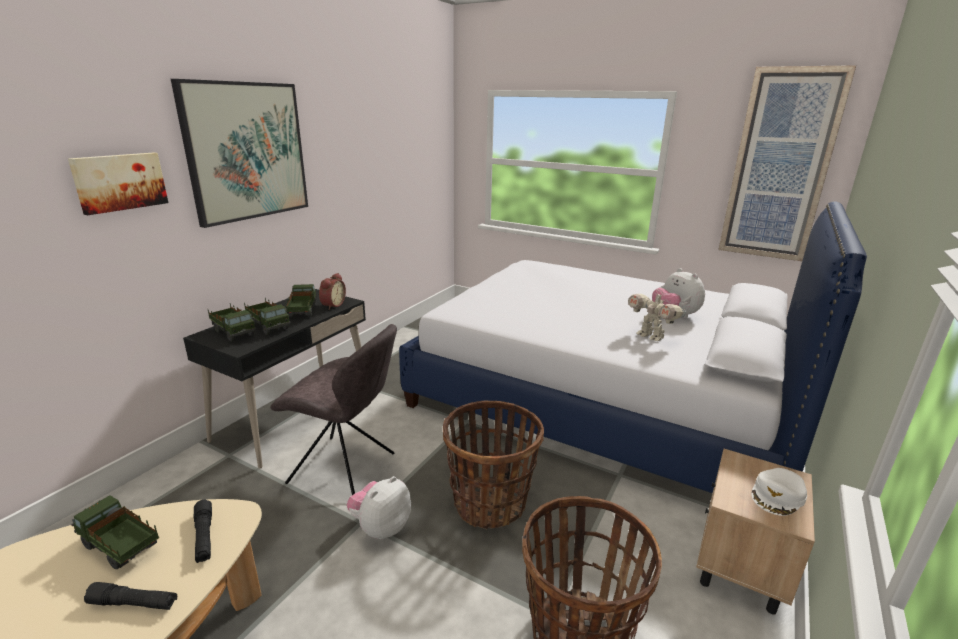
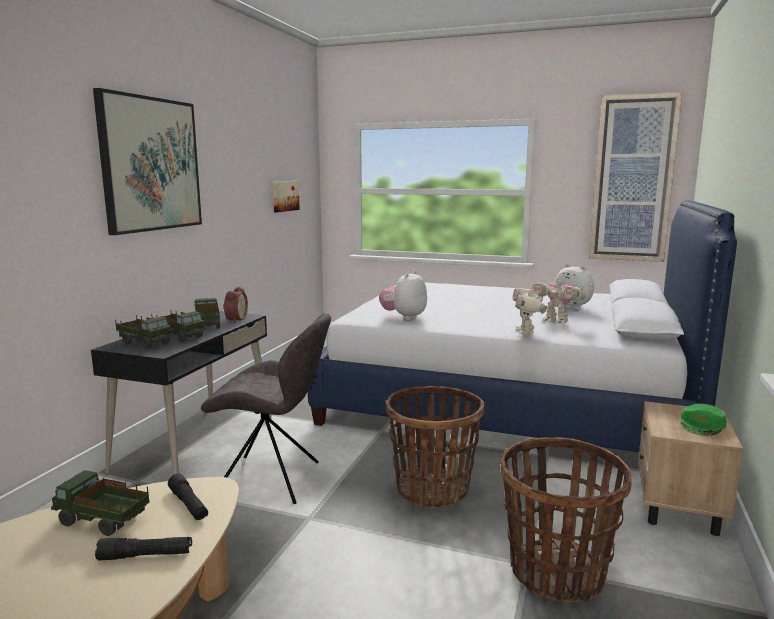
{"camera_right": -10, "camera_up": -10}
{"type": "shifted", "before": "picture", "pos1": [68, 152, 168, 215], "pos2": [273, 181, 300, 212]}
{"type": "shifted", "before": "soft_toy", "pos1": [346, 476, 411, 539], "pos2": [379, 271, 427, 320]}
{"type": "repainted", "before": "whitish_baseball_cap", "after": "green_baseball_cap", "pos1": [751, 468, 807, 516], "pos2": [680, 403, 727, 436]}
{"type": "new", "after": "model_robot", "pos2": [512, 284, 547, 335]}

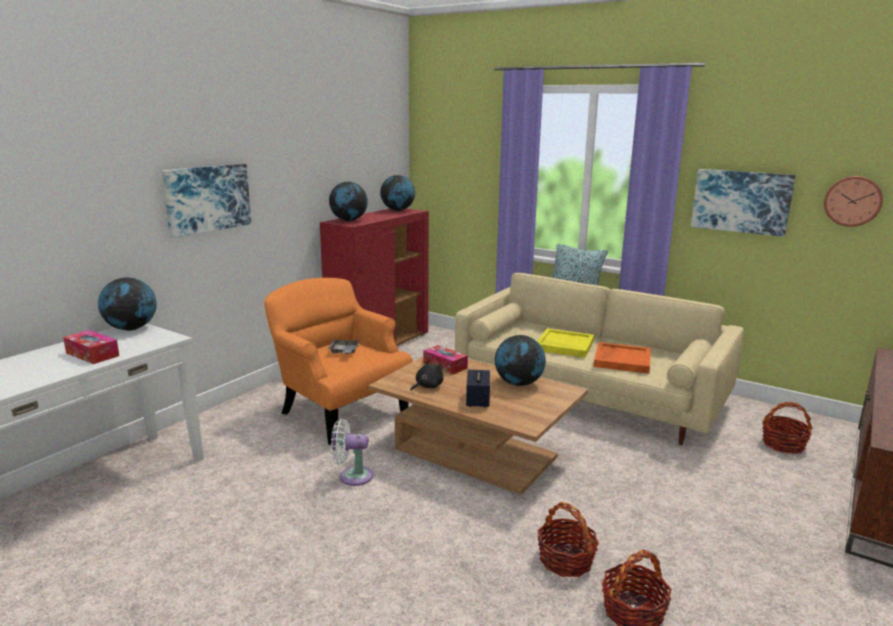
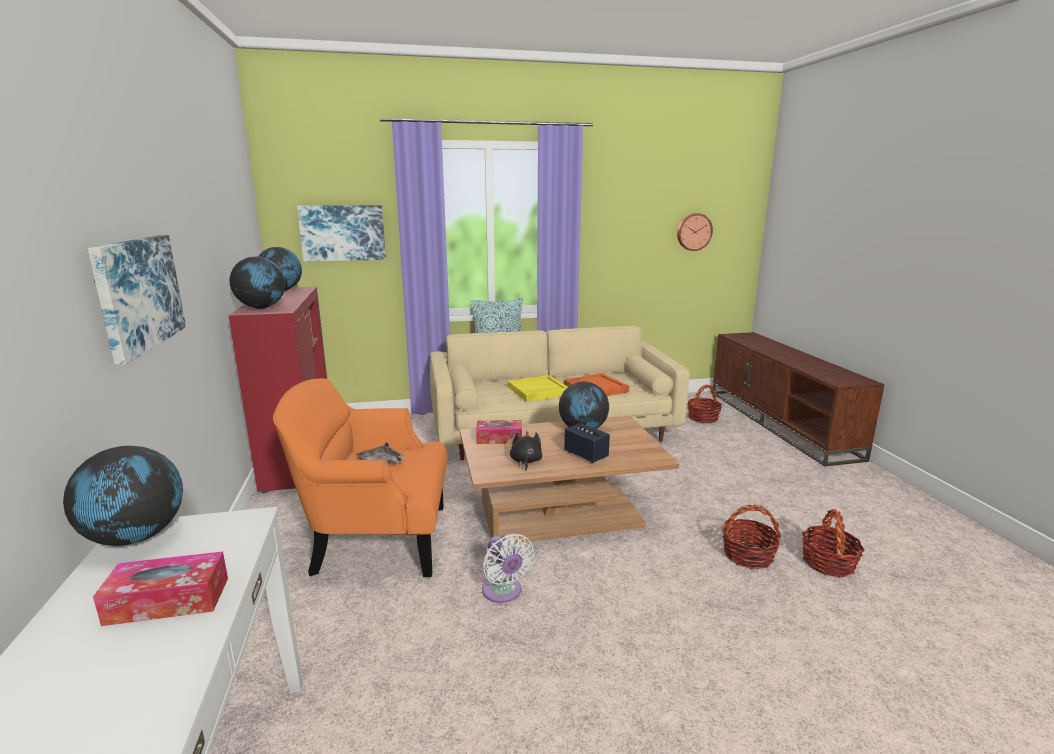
{"camera_right": -45, "camera_up": 0}
{"type": "rotated", "before": "whitish_cooling_fan", "pos1": [331, 419, 373, 486], "pos2": [482, 533, 534, 603], "turn": -75}
{"type": "shifted", "before": "picture", "pos1": [691, 169, 796, 237], "pos2": [297, 205, 386, 261]}

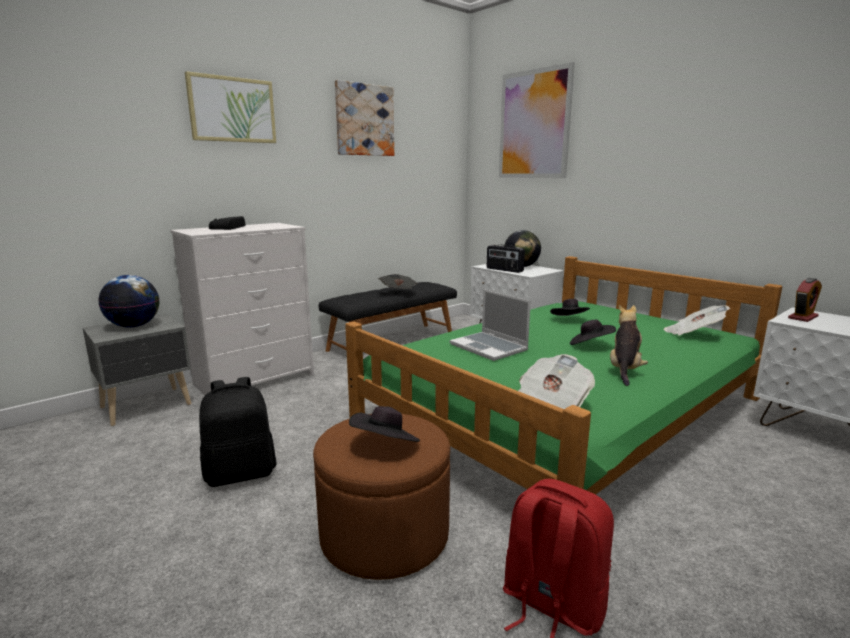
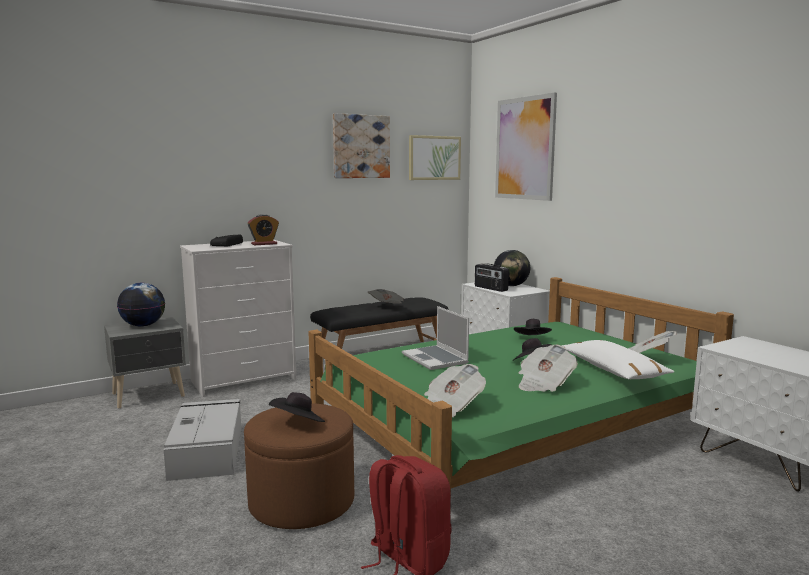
{"camera_right": 10, "camera_up": -5}
{"type": "shifted", "before": "picture", "pos1": [185, 71, 276, 143], "pos2": [409, 135, 461, 180]}
{"type": "swapped", "before": "black-coloured_rucksack", "after": "gray_storage_container", "pos1": [199, 377, 277, 487], "pos2": [164, 399, 241, 481]}
{"type": "swapped", "before": "soft_toy", "after": "daily_paper", "pos1": [610, 305, 648, 386], "pos2": [519, 345, 578, 392]}
{"type": "shifted", "before": "table_clock", "pos1": [788, 278, 822, 322], "pos2": [248, 214, 279, 245]}
{"type": "new", "after": "whitish_throw_pillow", "pos2": [562, 340, 675, 380]}

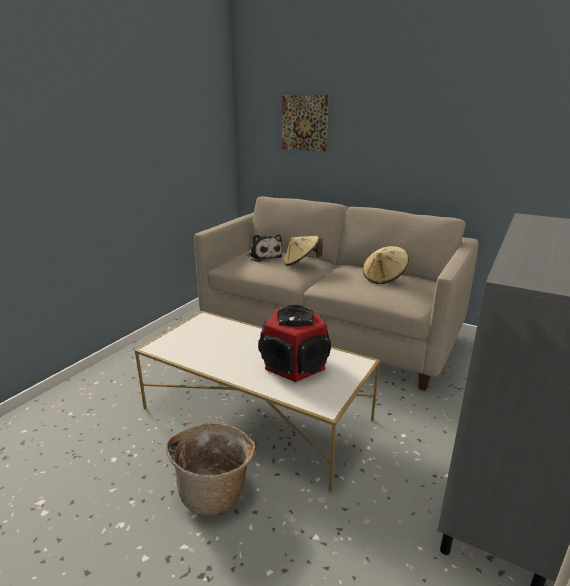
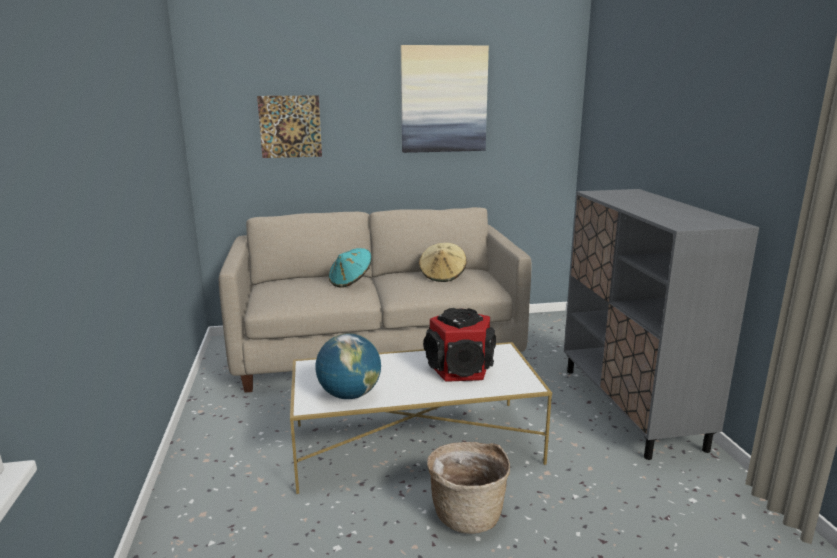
{"camera_right": -40, "camera_up": -5}
{"type": "gone", "before": "soft_toy", "pos1": [248, 234, 283, 262]}
{"type": "repainted", "before": "beige-coloured_clothing_hat", "after": "blue-green_clothing_hat", "pos1": [284, 236, 323, 266], "pos2": [328, 248, 372, 288]}
{"type": "new", "after": "desk_globe", "pos2": [315, 333, 381, 399]}
{"type": "new", "after": "picture", "pos2": [401, 45, 489, 153]}

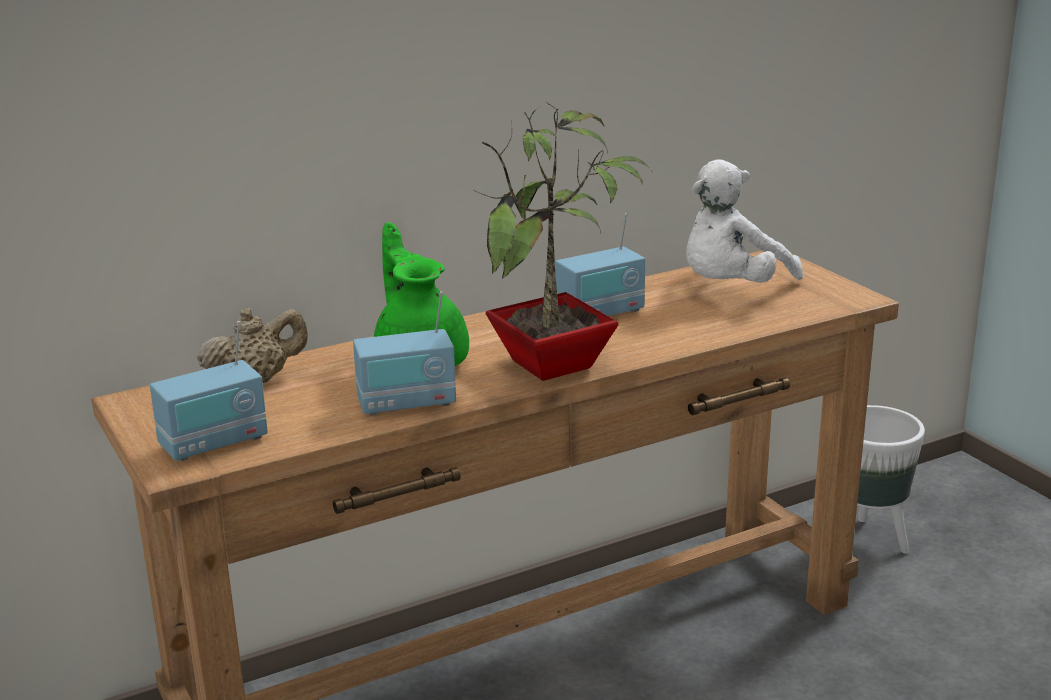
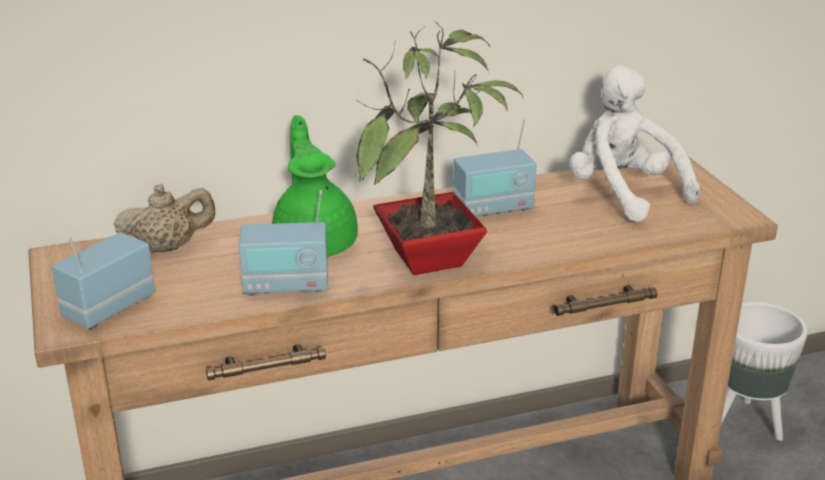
{"camera_right": 10, "camera_up": 5}
{"type": "rotated", "before": "radio_set", "pos1": [150, 321, 268, 461], "pos2": [52, 232, 155, 329], "turn": 150}
{"type": "rotated", "before": "whitish_soft_toy", "pos1": [686, 160, 803, 283], "pos2": [569, 66, 700, 222], "turn": 90}

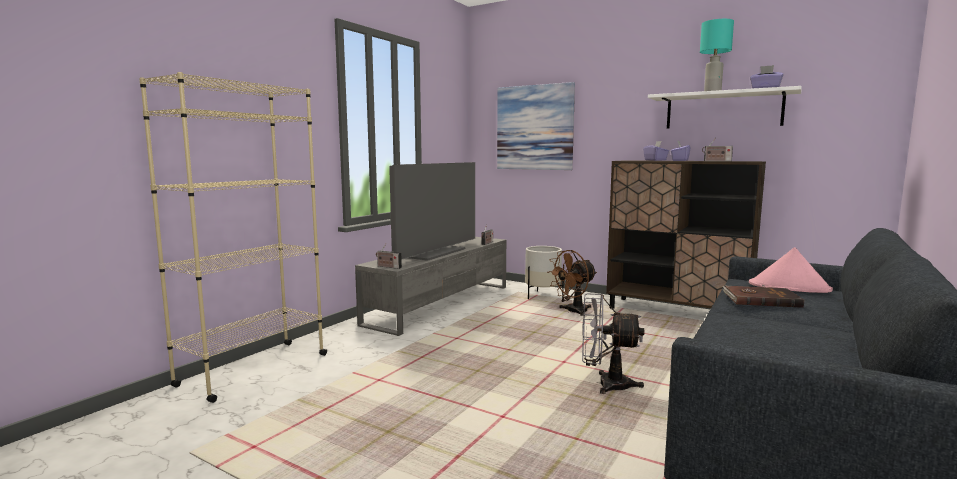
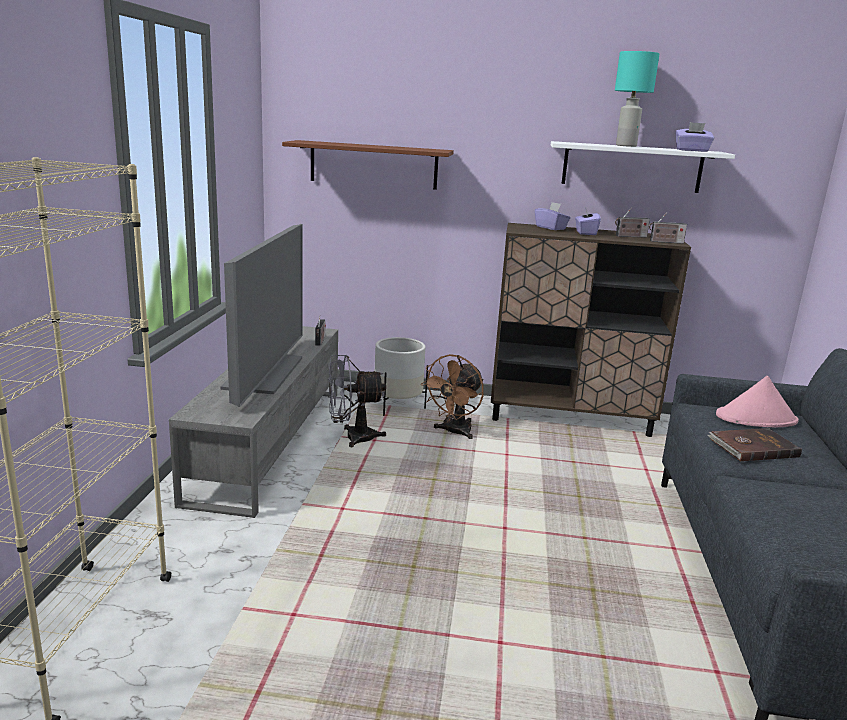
{"camera_right": -25, "camera_up": 10}
{"type": "shifted", "before": "radio_set", "pos1": [376, 243, 402, 269], "pos2": [649, 212, 687, 244]}
{"type": "swapped", "before": "picture", "after": "brown_shelf", "pos1": [497, 82, 575, 170], "pos2": [282, 140, 454, 190]}
{"type": "shifted", "before": "gray_cooling_fan", "pos1": [582, 293, 644, 394], "pos2": [328, 355, 386, 447]}

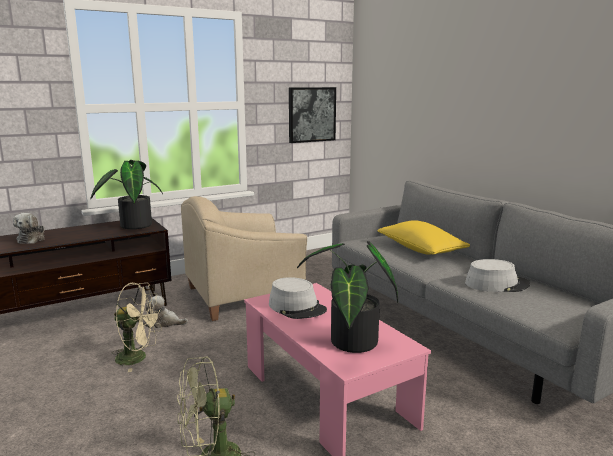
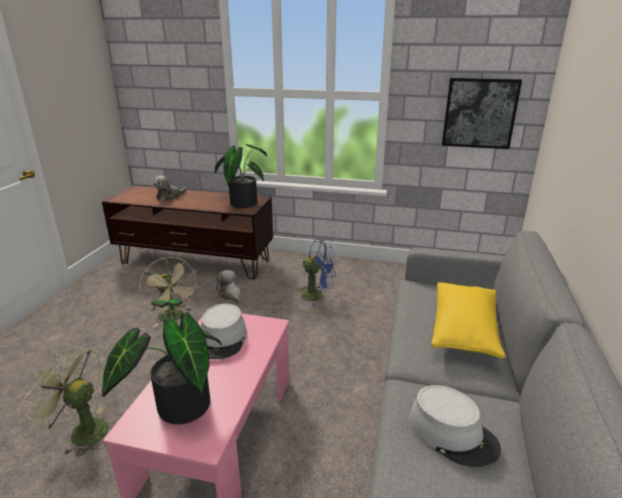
{"camera_right": 45, "camera_up": 10}
{"type": "swapped", "before": "beige-coloured_lounge_chair", "after": "bluish_cooling_fan", "pos1": [181, 196, 307, 321], "pos2": [298, 239, 337, 307]}

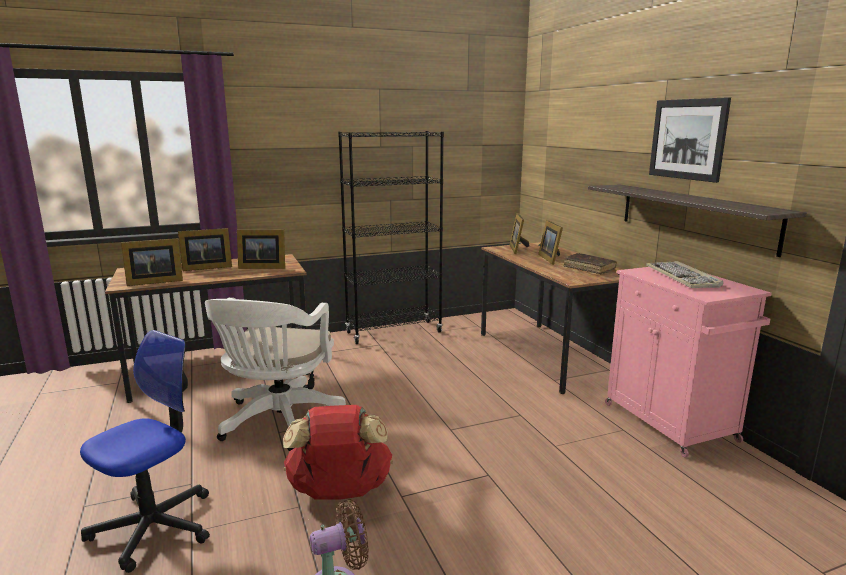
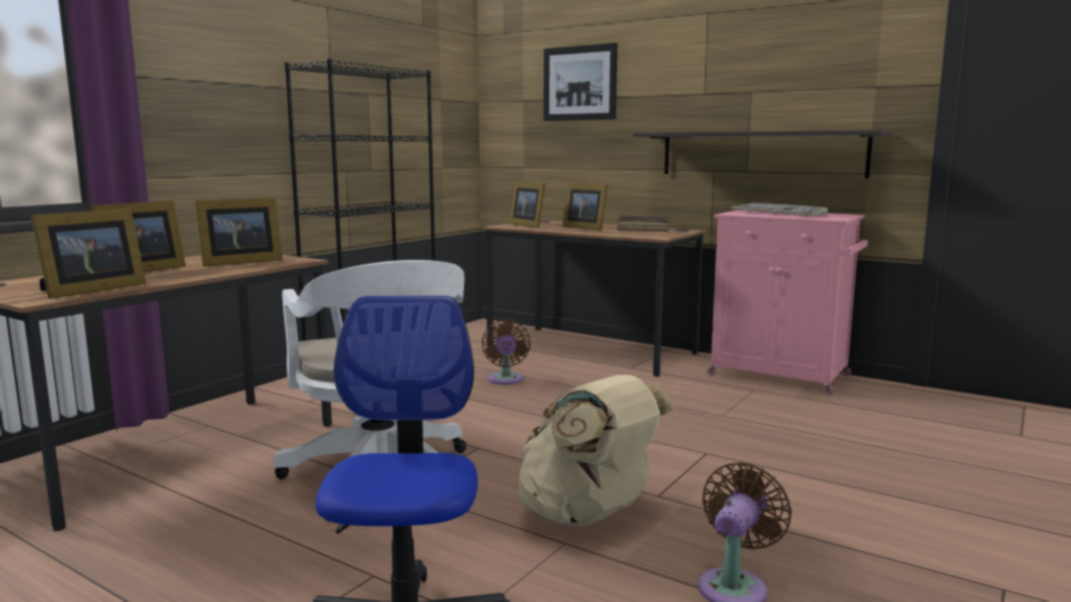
{"camera_right": -35, "camera_up": -5}
{"type": "repainted", "before": "reddish_rucksack", "after": "beige-coloured_rucksack", "pos1": [283, 405, 393, 500], "pos2": [517, 375, 675, 527]}
{"type": "shifted", "before": "picture", "pos1": [649, 97, 731, 183], "pos2": [544, 43, 617, 121]}
{"type": "new", "after": "brown_cooling_fan", "pos2": [482, 319, 531, 385]}

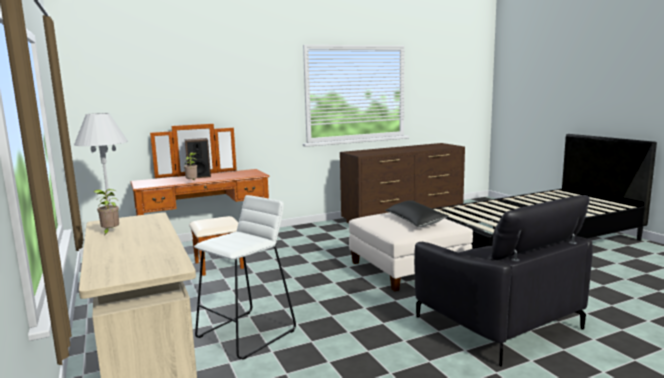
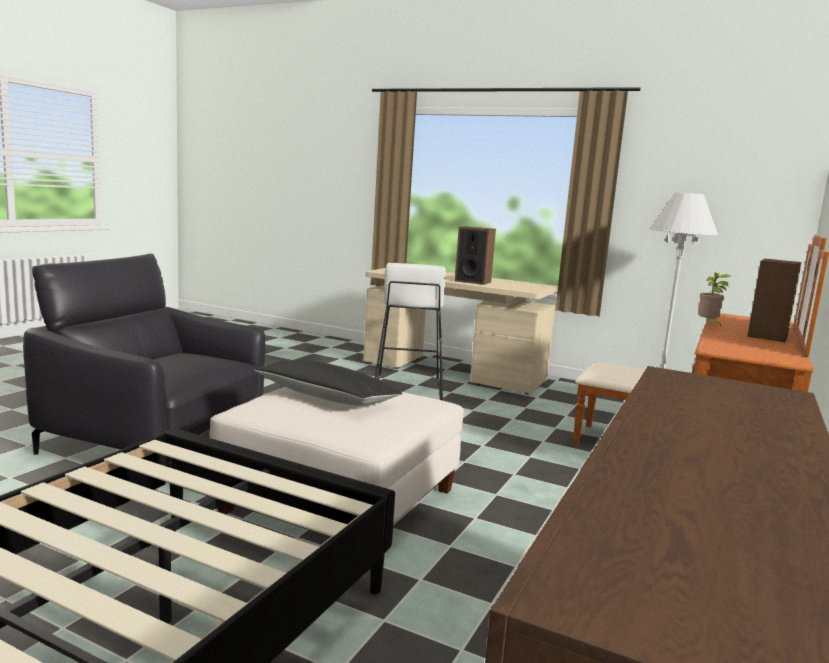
{"camera_right": 140, "camera_up": 0}
{"type": "gone", "before": "plant_in_a_pot", "pos1": [93, 189, 119, 236]}
{"type": "new", "after": "speaker", "pos2": [455, 226, 496, 285]}

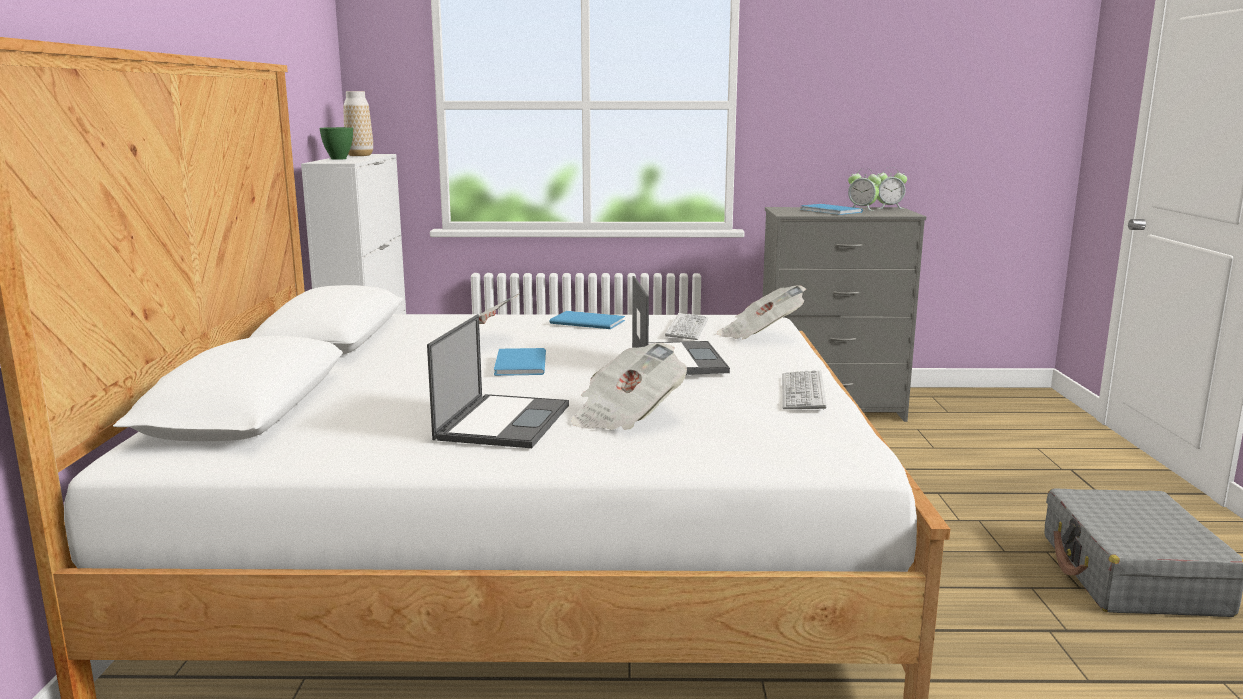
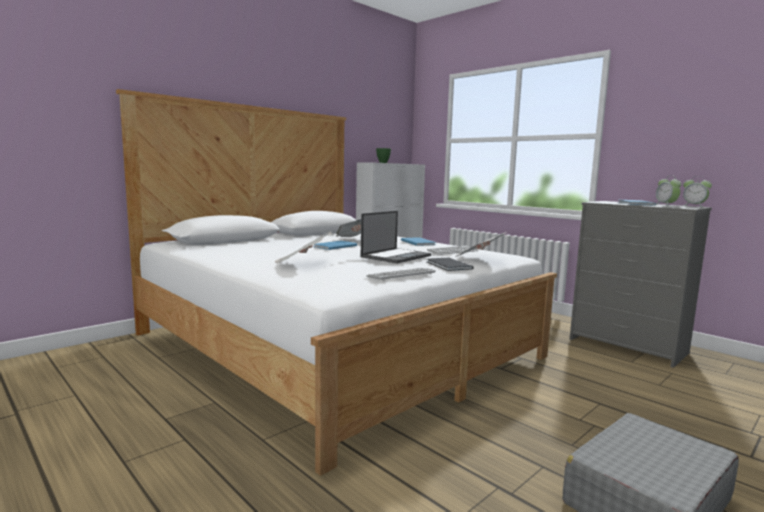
{"camera_right": 45, "camera_up": -5}
{"type": "gone", "before": "flower_vase", "pos1": [344, 91, 373, 156]}
{"type": "gone", "before": "laptop", "pos1": [427, 314, 569, 448]}
{"type": "new", "after": "black-coloured_bound_book", "pos2": [427, 258, 474, 271]}

